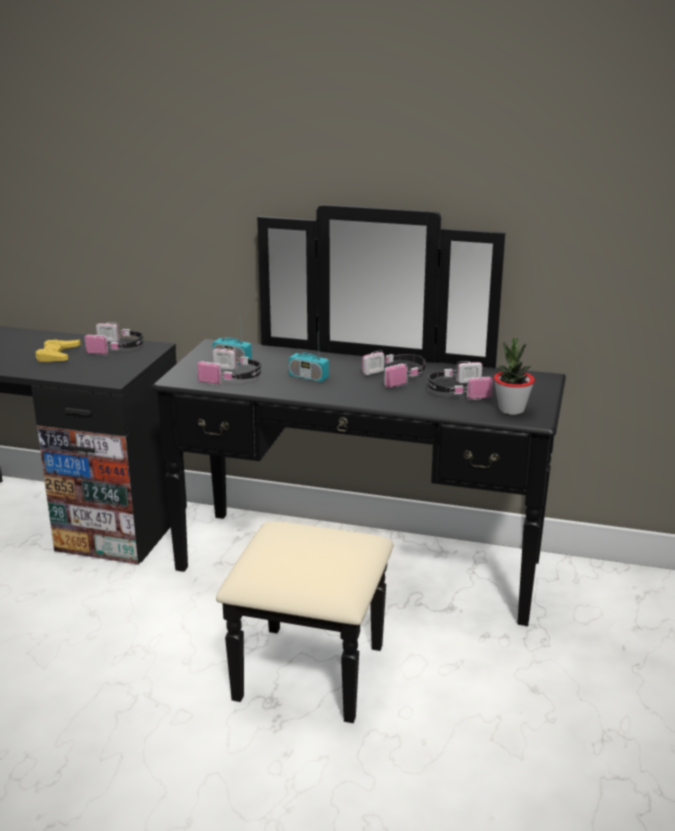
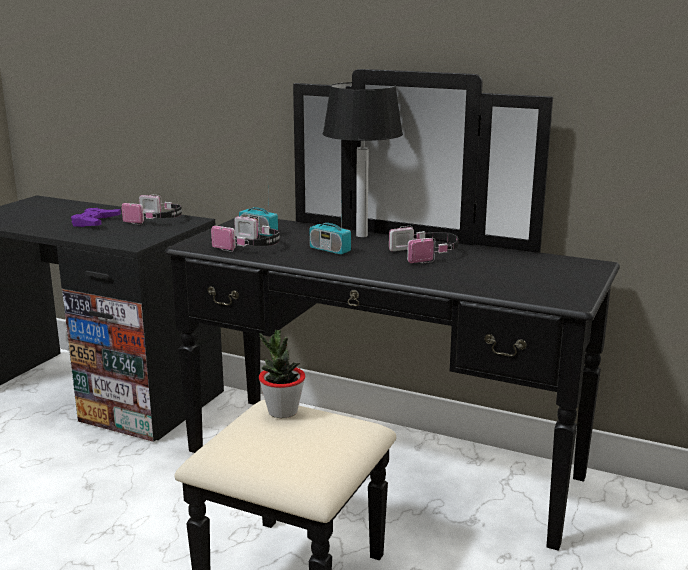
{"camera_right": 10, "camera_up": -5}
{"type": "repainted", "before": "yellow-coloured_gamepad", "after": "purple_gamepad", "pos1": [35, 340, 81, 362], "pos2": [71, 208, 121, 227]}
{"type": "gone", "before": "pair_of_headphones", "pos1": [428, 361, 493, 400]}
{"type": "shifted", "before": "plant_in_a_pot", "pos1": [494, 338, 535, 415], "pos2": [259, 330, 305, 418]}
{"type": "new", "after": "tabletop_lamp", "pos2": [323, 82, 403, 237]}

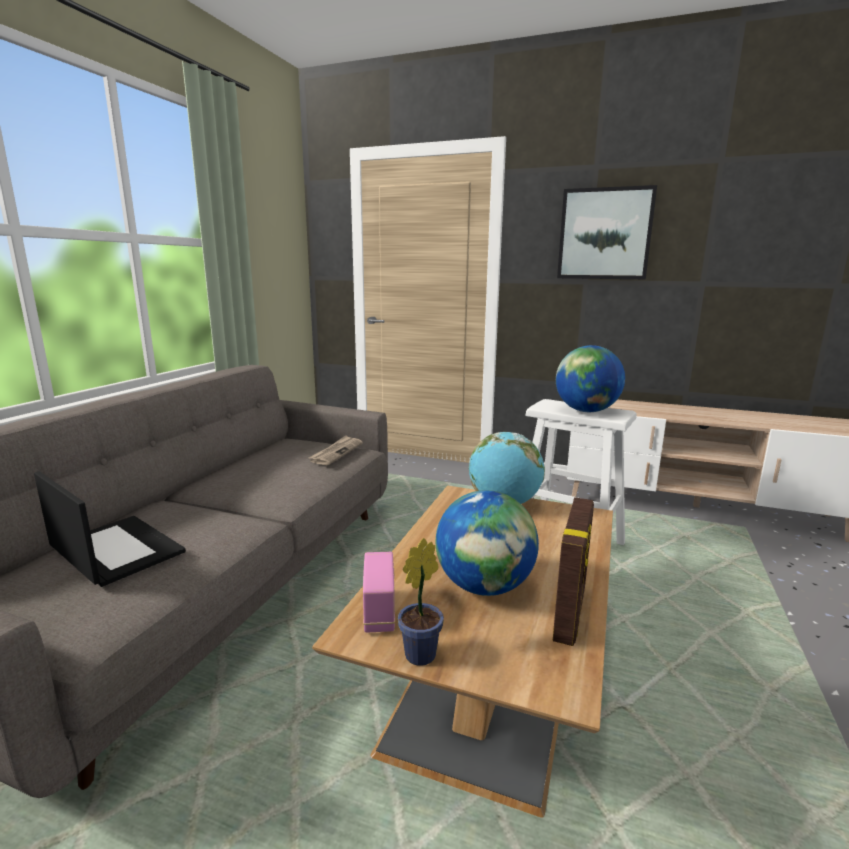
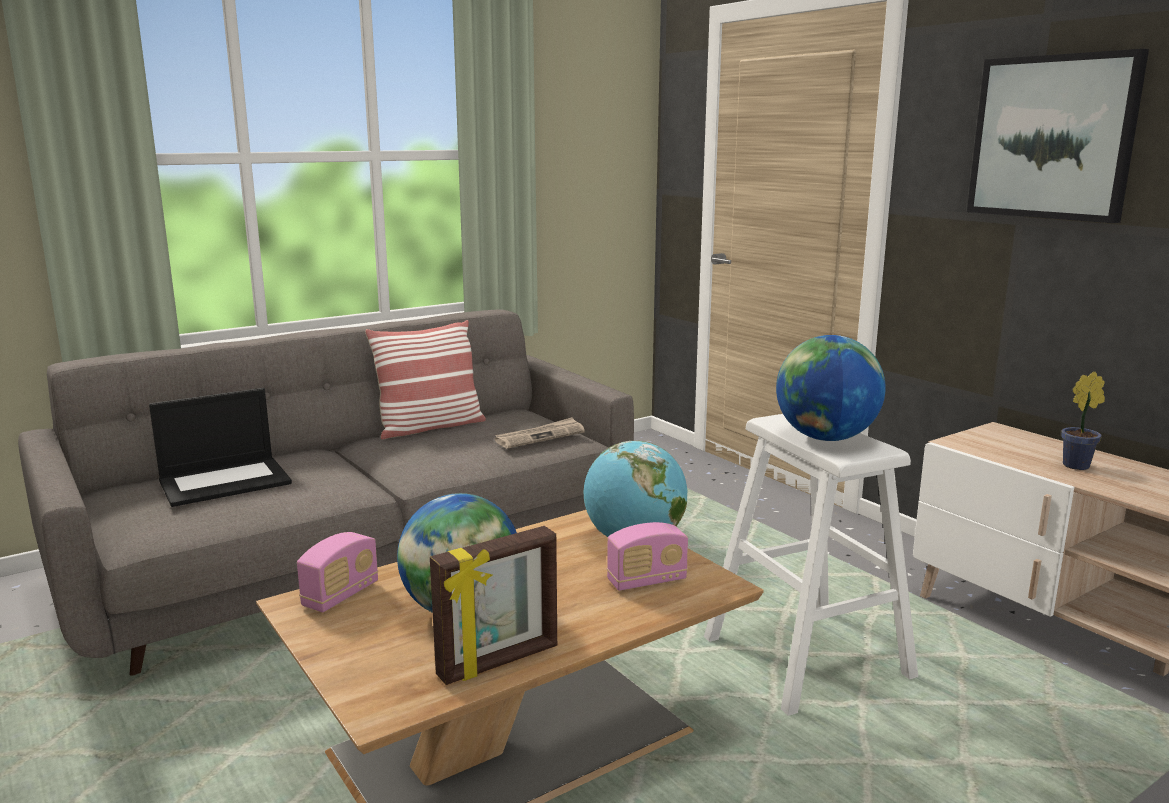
{"camera_right": 35, "camera_up": 0}
{"type": "rotated", "before": "laptop", "pos1": [34, 471, 186, 587], "pos2": [149, 388, 292, 507], "turn": 75}
{"type": "shifted", "before": "plant_in_a_pot", "pos1": [398, 538, 444, 666], "pos2": [1061, 371, 1105, 470]}
{"type": "new", "after": "throw_pillow", "pos2": [365, 320, 486, 440]}
{"type": "new", "after": "radio_set", "pos2": [607, 522, 688, 591]}

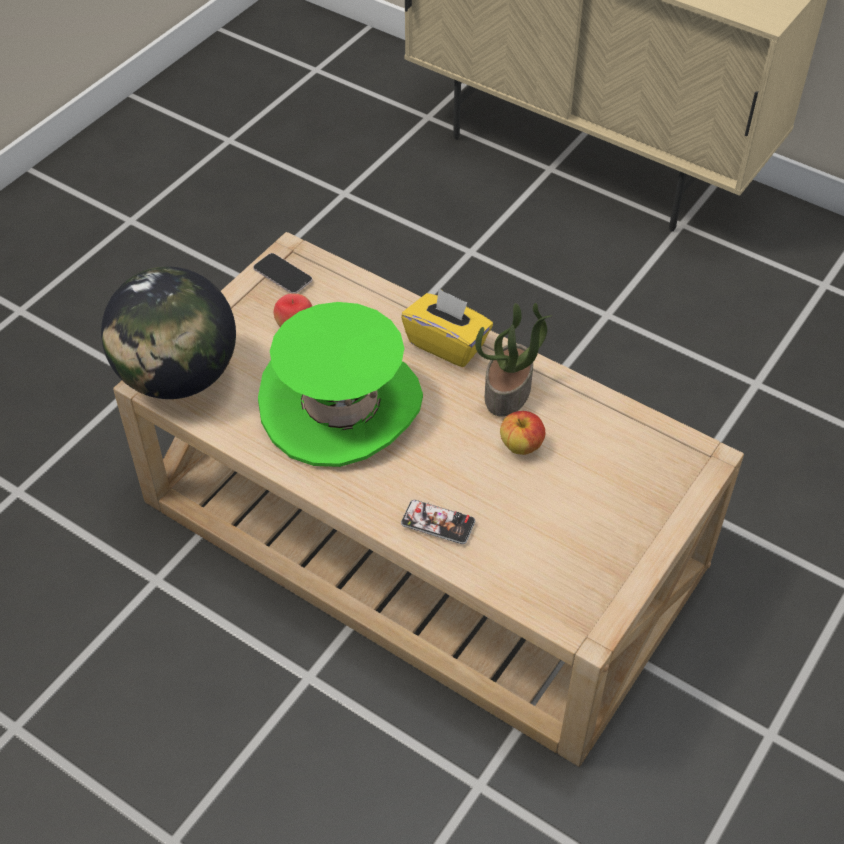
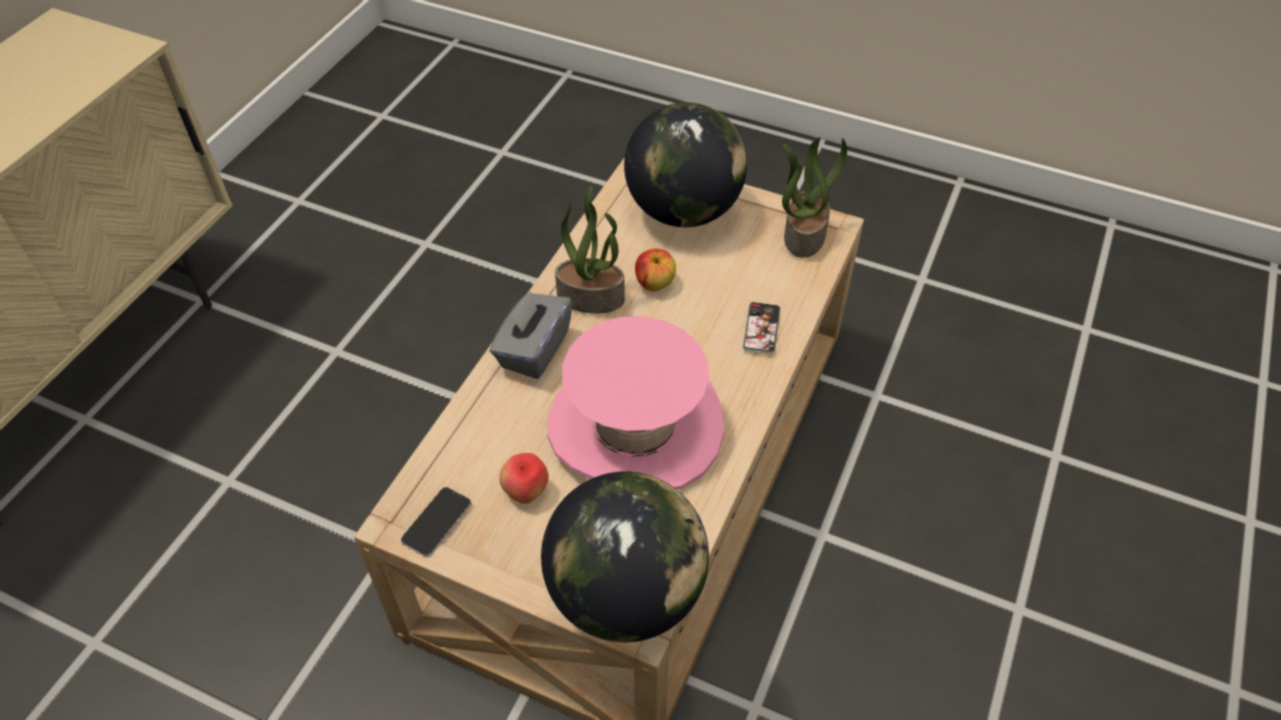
{"camera_right": -100, "camera_up": 0}
{"type": "repainted", "before": "green_clothing_hat", "after": "pink-coloured_clothing_hat", "pos1": [258, 302, 423, 467], "pos2": [548, 316, 724, 490]}
{"type": "repainted", "before": "yellow-coloured_box_of_tissues", "after": "gray_box_of_tissues", "pos1": [401, 288, 493, 367], "pos2": [490, 291, 573, 379]}
{"type": "new", "after": "desk_globe", "pos2": [624, 102, 747, 227]}
{"type": "new", "after": "plant_in_a_pot", "pos2": [782, 137, 847, 258]}

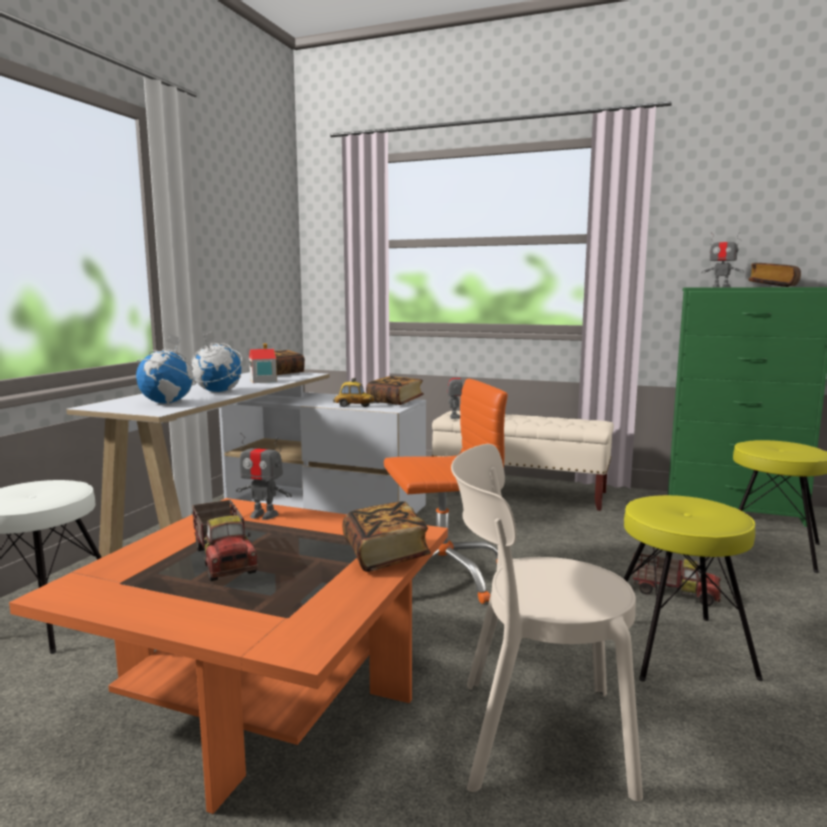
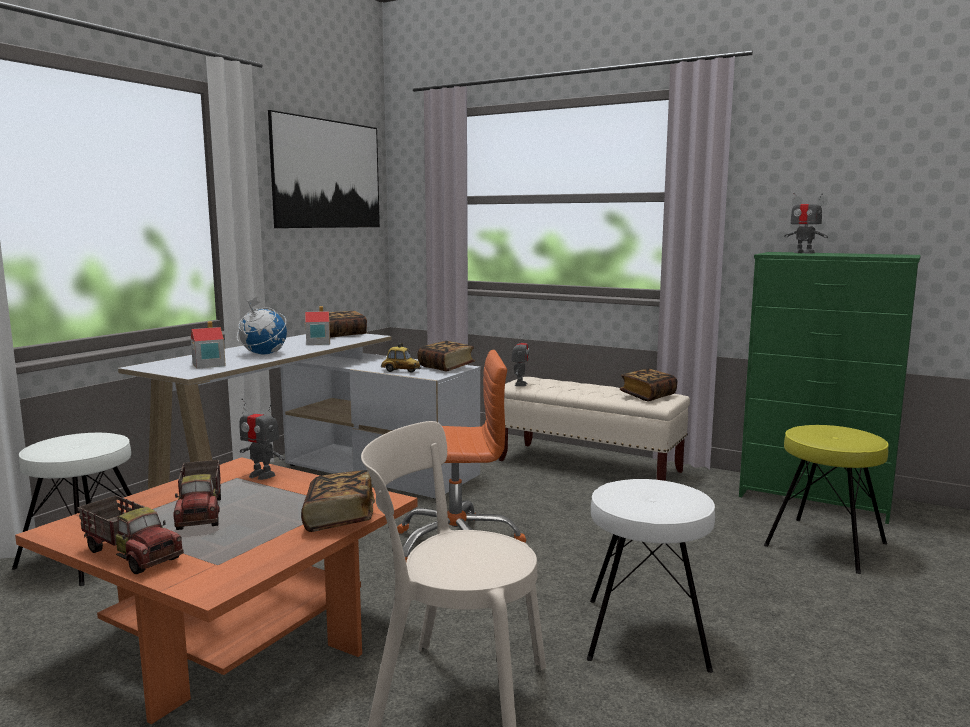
{"camera_right": 10, "camera_up": 0}
{"type": "swapped", "before": "desk_globe", "after": "toy_house", "pos1": [136, 333, 196, 404], "pos2": [191, 321, 226, 369]}
{"type": "repainted", "before": "yellow-coloured_stool", "after": "whitish_stool", "pos1": [623, 495, 763, 682], "pos2": [587, 479, 715, 673]}
{"type": "shifted", "before": "toy_truck", "pos1": [631, 552, 721, 606], "pos2": [77, 495, 184, 574]}
{"type": "shifted", "before": "bound_book", "pos1": [748, 263, 801, 287], "pos2": [620, 369, 677, 401]}
{"type": "new", "after": "picture", "pos2": [268, 110, 380, 228]}

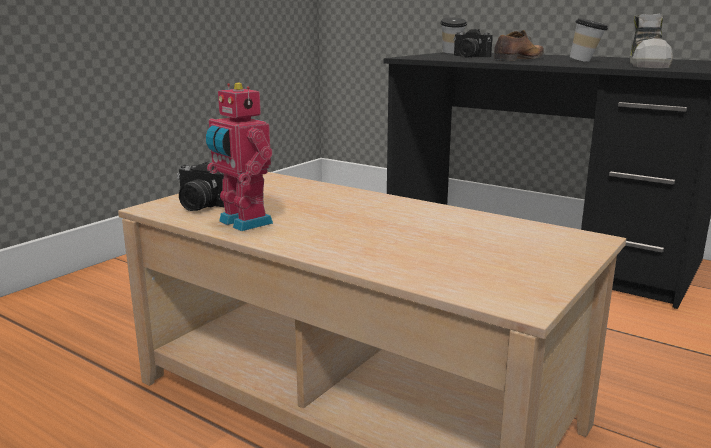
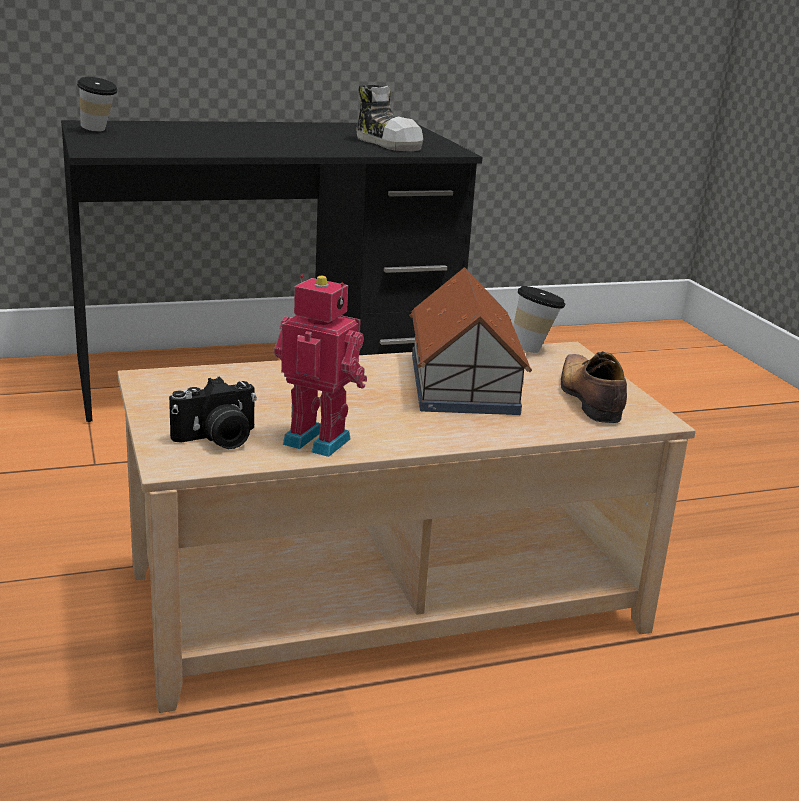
{"camera_right": -55, "camera_up": 5}
{"type": "rotated", "before": "model_robot", "pos1": [206, 82, 273, 231], "pos2": [274, 275, 367, 457], "turn": -150}
{"type": "gone", "before": "photo_camera", "pos1": [453, 29, 493, 58]}
{"type": "shifted", "before": "item_of_footwear", "pos1": [494, 30, 544, 61], "pos2": [561, 351, 627, 423]}
{"type": "shifted", "before": "small_cup", "pos1": [570, 18, 608, 62], "pos2": [513, 286, 565, 353]}
{"type": "new", "after": "toy_house", "pos2": [409, 267, 532, 415]}

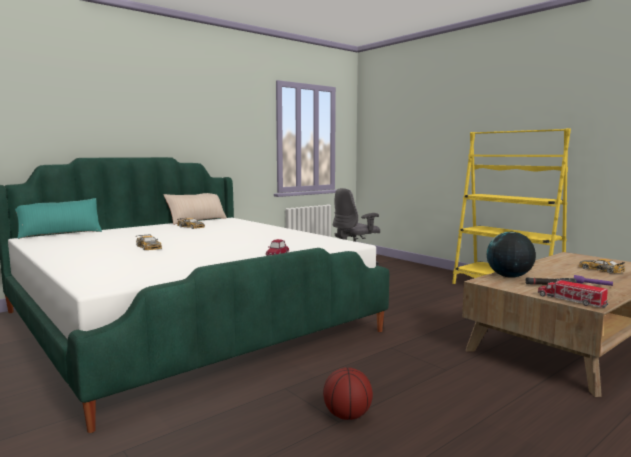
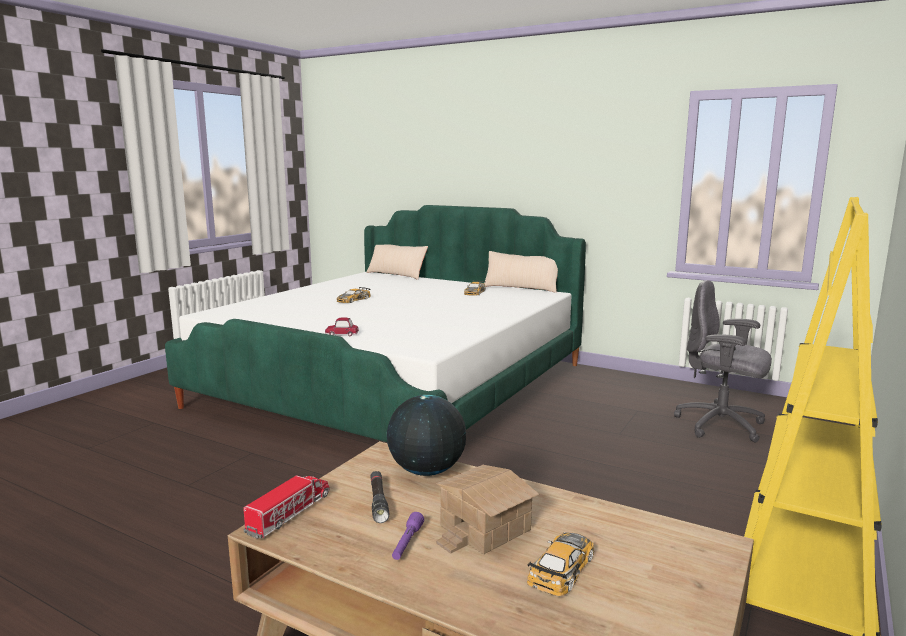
{"camera_right": 70, "camera_up": 5}
{"type": "repainted", "before": "blue-green_throw_pillow", "after": "beige-coloured_throw_pillow", "pos1": [15, 198, 102, 239], "pos2": [366, 244, 428, 280]}
{"type": "gone", "before": "basketball_ball", "pos1": [323, 367, 373, 420]}
{"type": "new", "after": "toy_house", "pos2": [436, 465, 539, 554]}

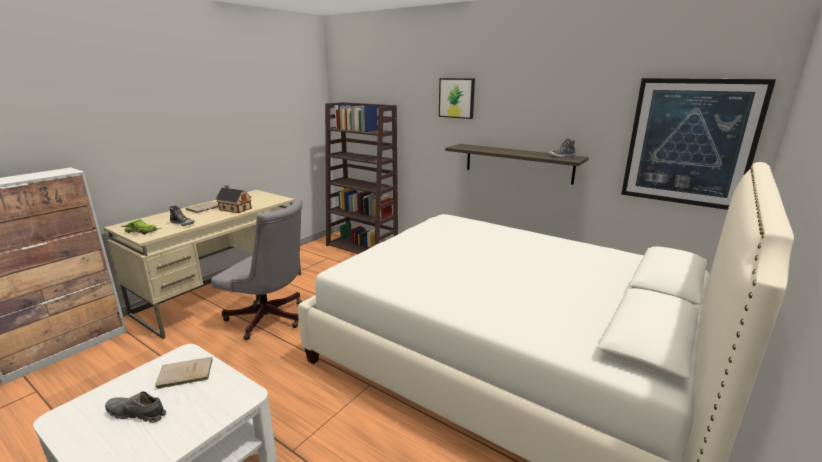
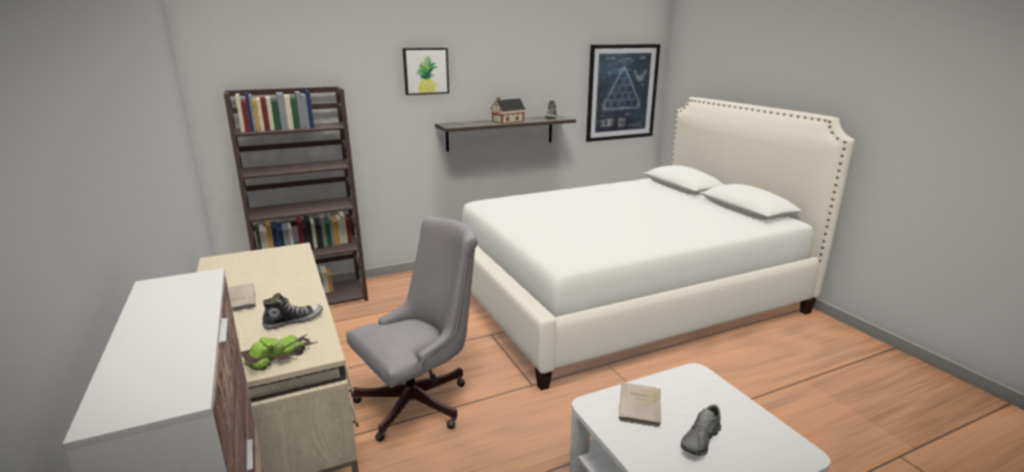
{"camera_right": -60, "camera_up": 0}
{"type": "shifted", "before": "toy_house", "pos1": [216, 185, 252, 213], "pos2": [490, 97, 526, 124]}

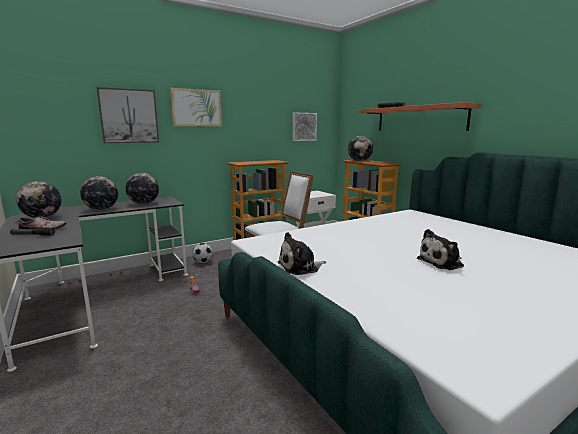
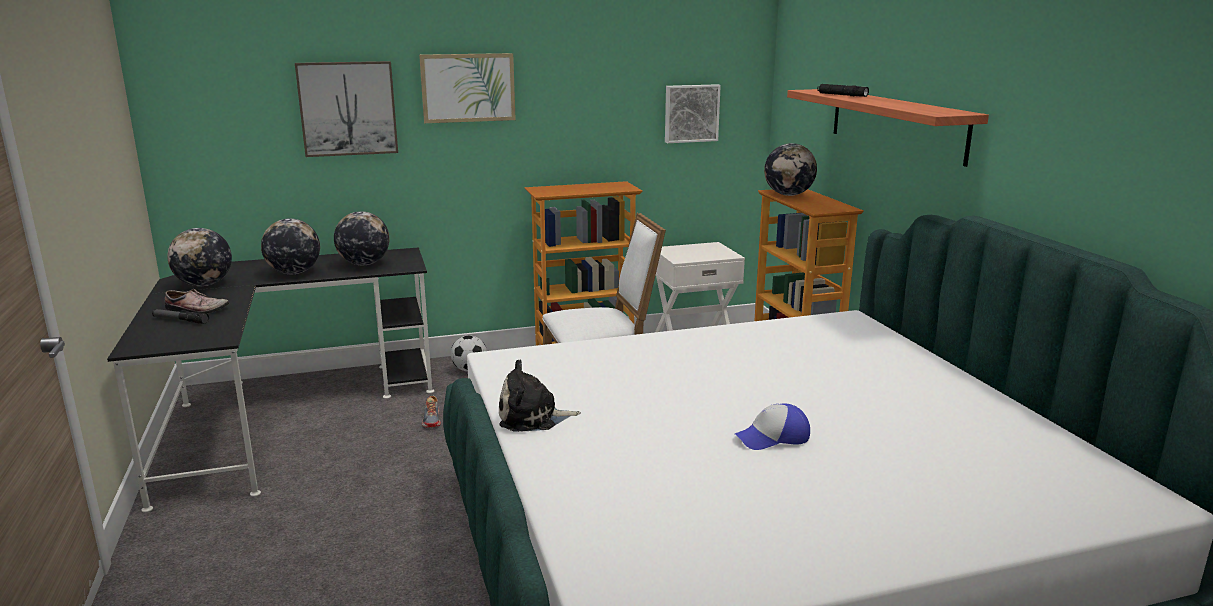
{"camera_right": 15, "camera_up": 5}
{"type": "swapped", "before": "soft_toy", "after": "baseball_cap", "pos1": [417, 229, 464, 270], "pos2": [735, 403, 810, 450]}

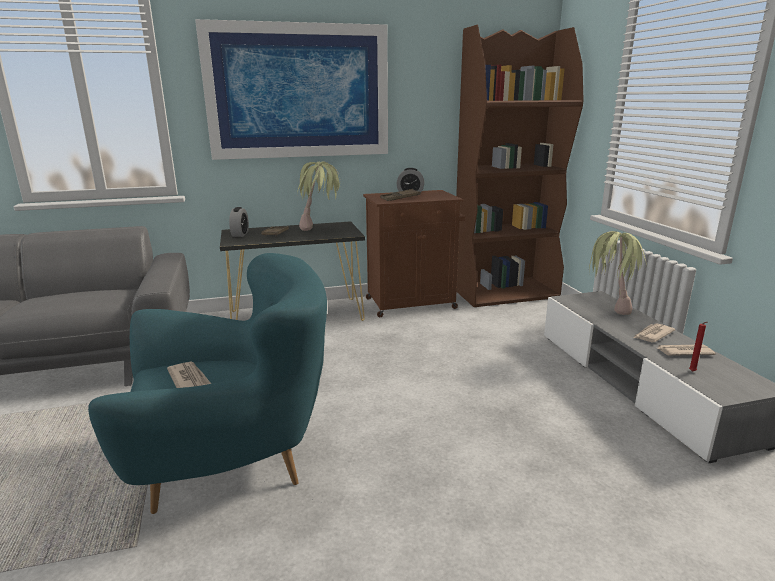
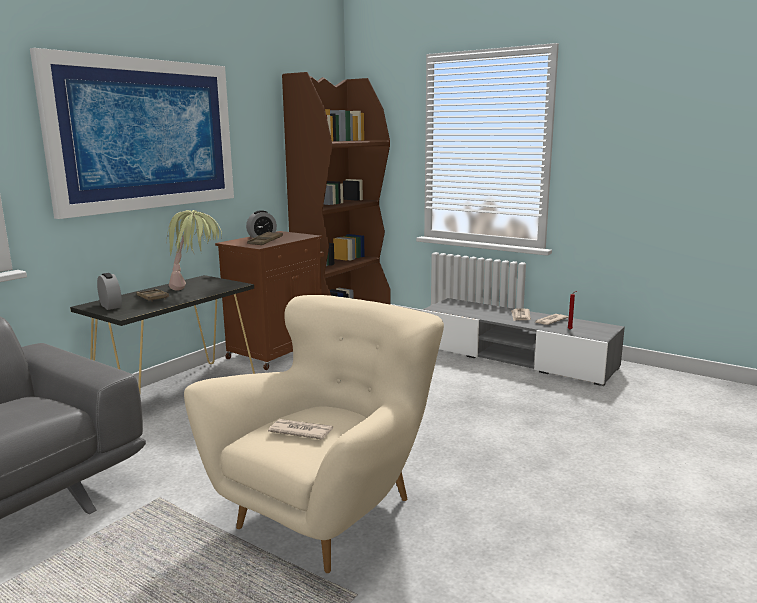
{"camera_right": -40, "camera_up": -5}
{"type": "repainted", "before": "blue-green_lounge_chair", "after": "beige-coloured_lounge_chair", "pos1": [88, 253, 327, 514], "pos2": [184, 295, 444, 573]}
{"type": "gone", "before": "plant_in_a_pot", "pos1": [589, 231, 646, 315]}

